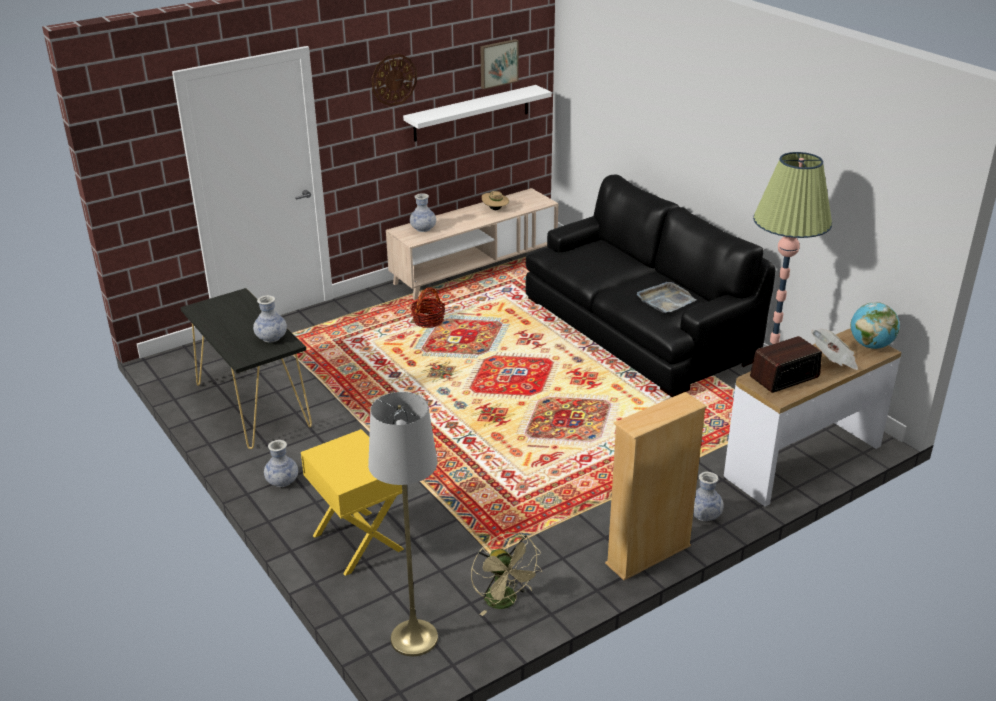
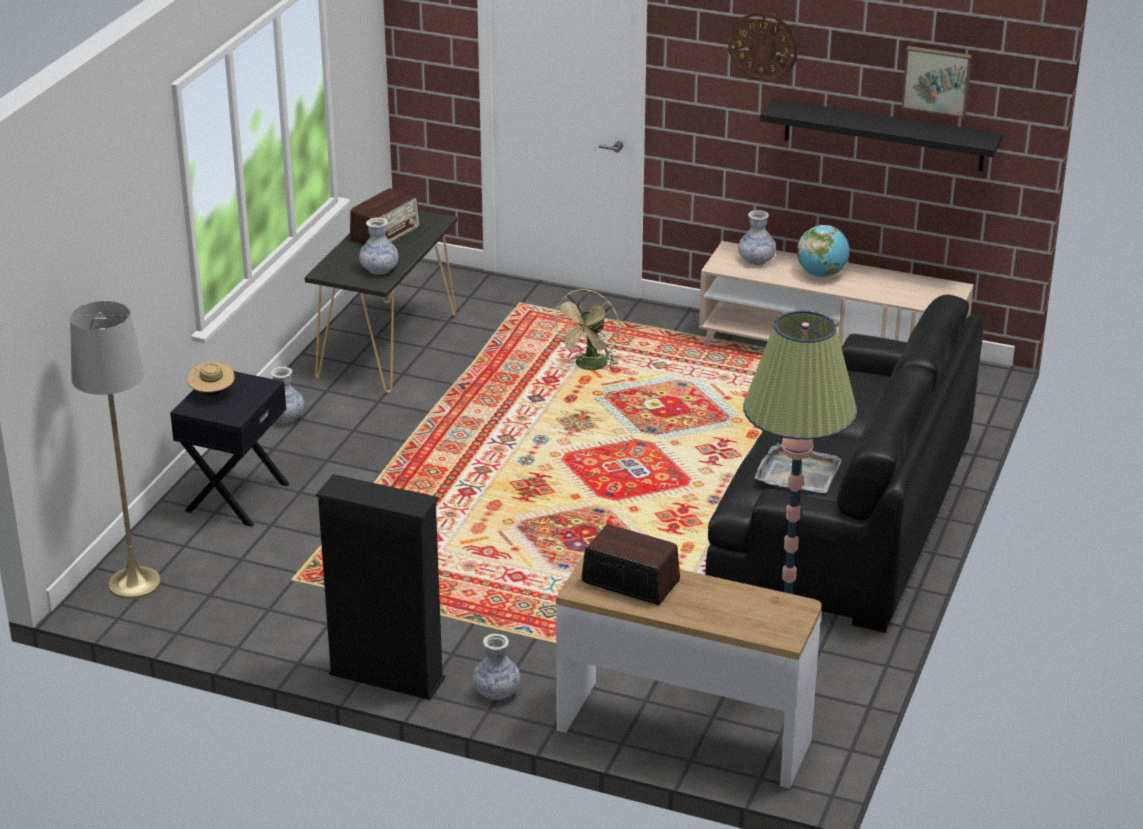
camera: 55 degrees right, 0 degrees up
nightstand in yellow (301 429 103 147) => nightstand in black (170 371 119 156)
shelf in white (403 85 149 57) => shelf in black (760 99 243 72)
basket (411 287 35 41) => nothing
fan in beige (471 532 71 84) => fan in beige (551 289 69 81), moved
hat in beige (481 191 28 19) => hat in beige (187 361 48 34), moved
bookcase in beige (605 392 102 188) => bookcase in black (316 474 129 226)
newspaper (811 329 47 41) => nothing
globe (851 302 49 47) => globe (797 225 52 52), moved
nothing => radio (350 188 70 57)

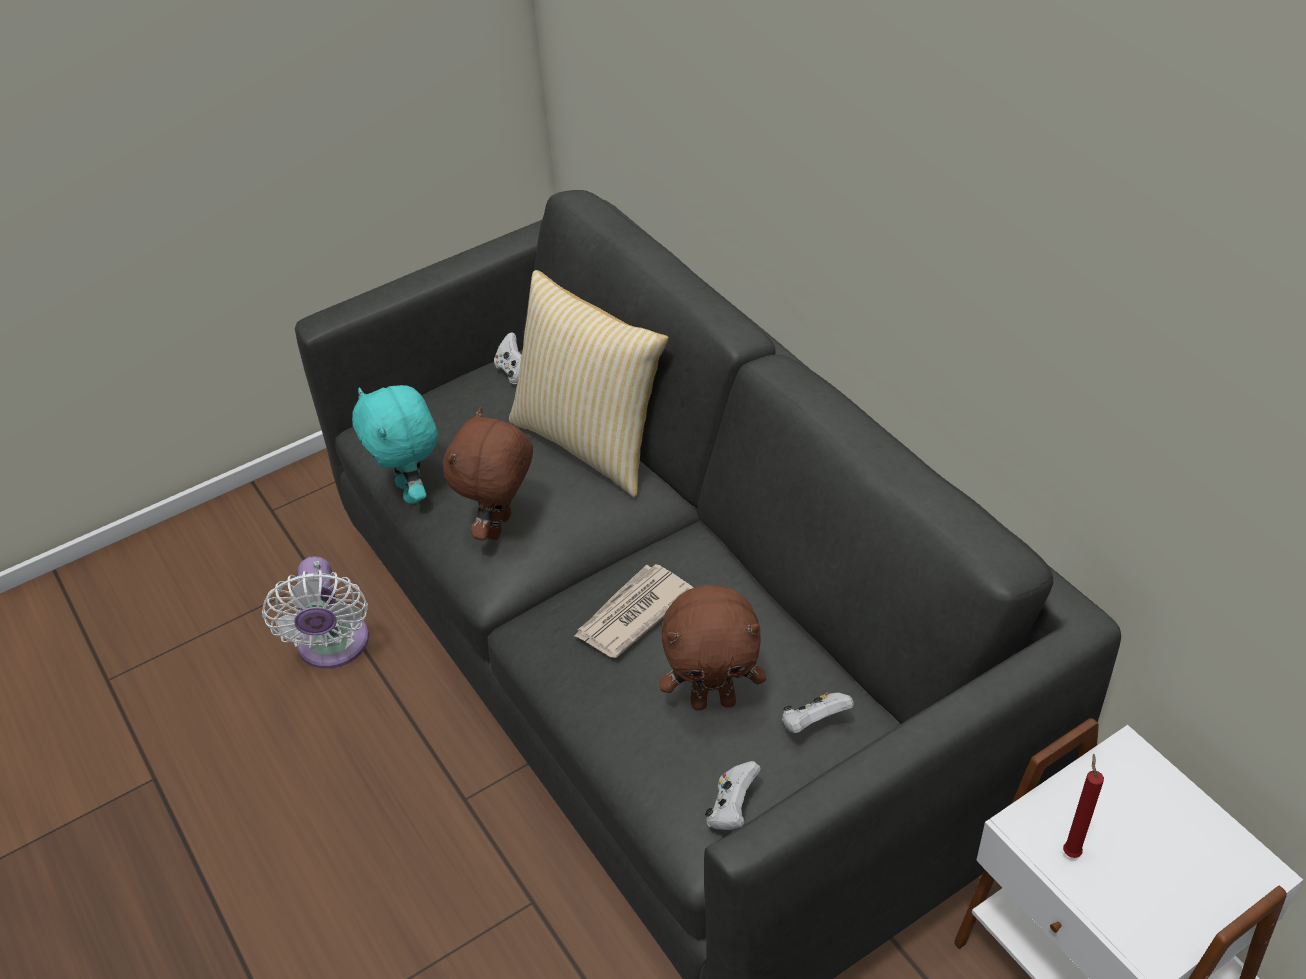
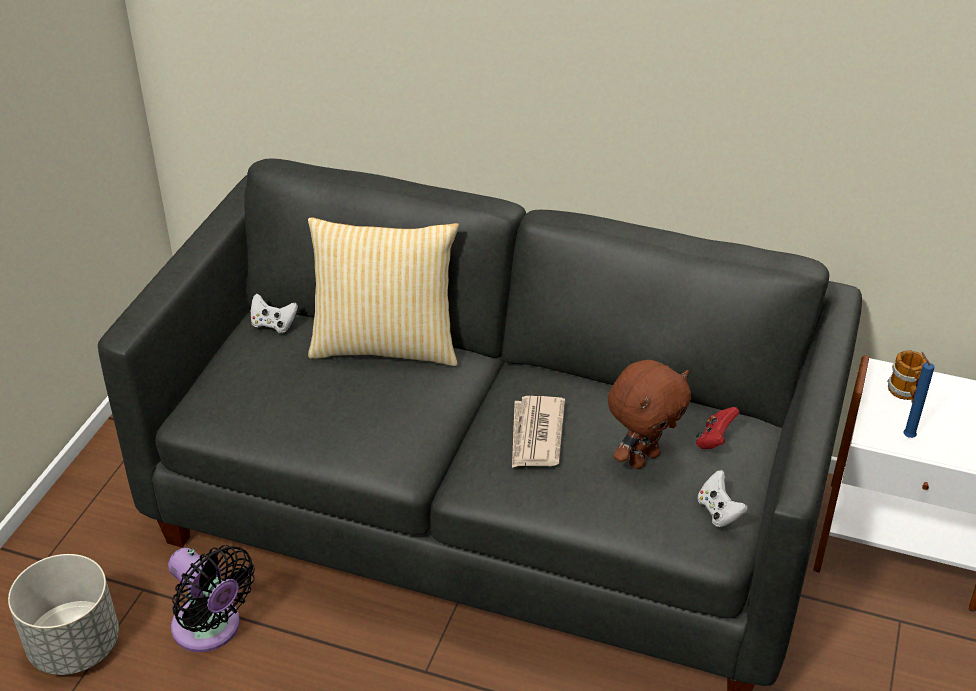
camera: 40 degrees left, 5 degrees down
fan in white (262 556 107 113) => fan in black (168 545 87 107)
plush toy in turquoise (352 385 86 119) => nothing
plush toy in brown (443 407 90 133) => nothing
game controller in white (782 693 72 40) => game controller in red (696 407 44 42)
candle in red (1063 753 41 105) => candle in blue (903 352 31 86)
nothing => planter in grey (8 554 111 121)
nothing => mug (887 350 40 53)

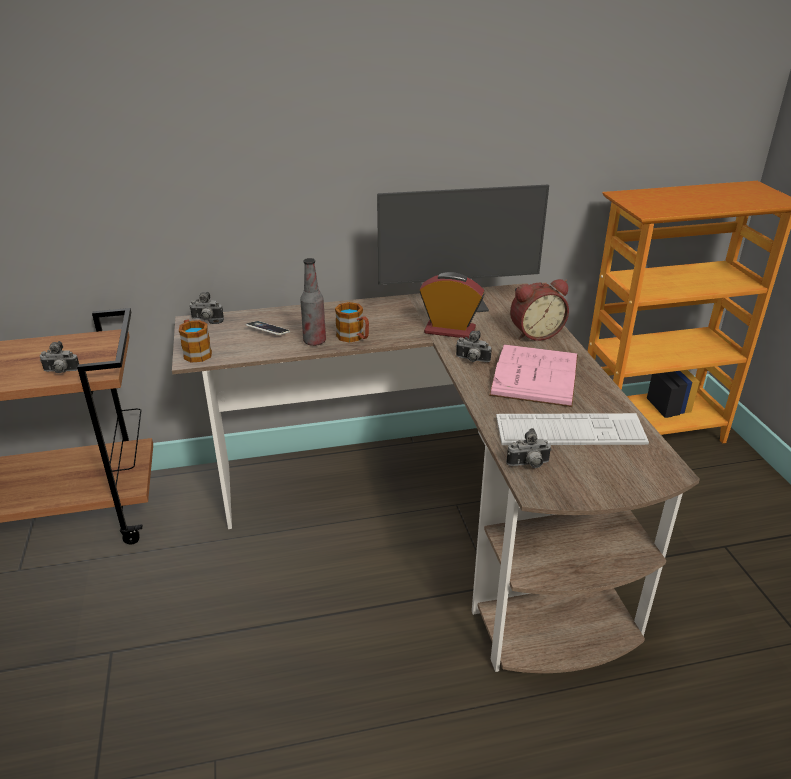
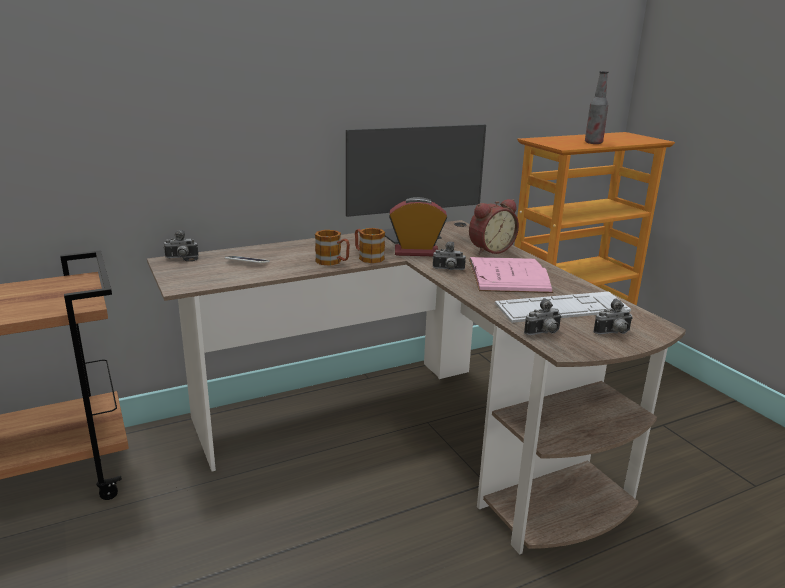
camera: 15 degrees left, 10 degrees down
photo camera (40 341 39 32) => photo camera (593 298 40 37), moved
mug (179 320 33 42) => mug (355 228 30 35), moved
bottle (300 258 26 88) => bottle (585 71 24 73), moved

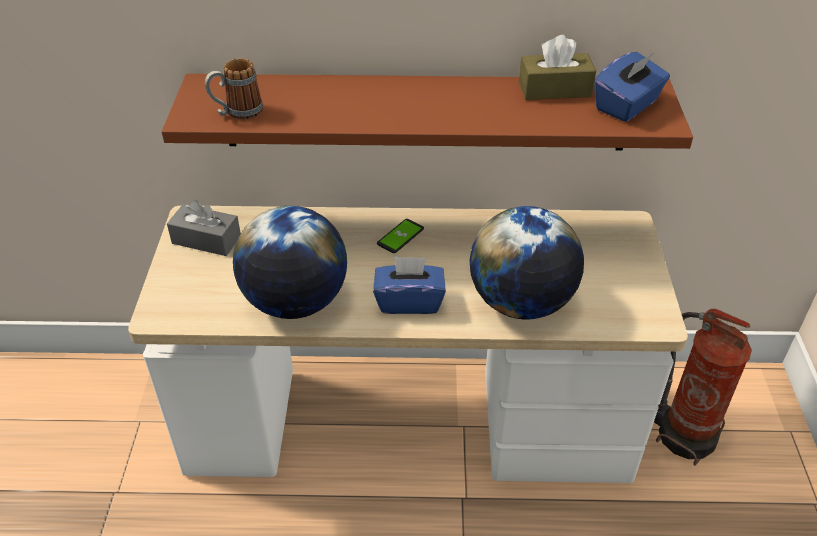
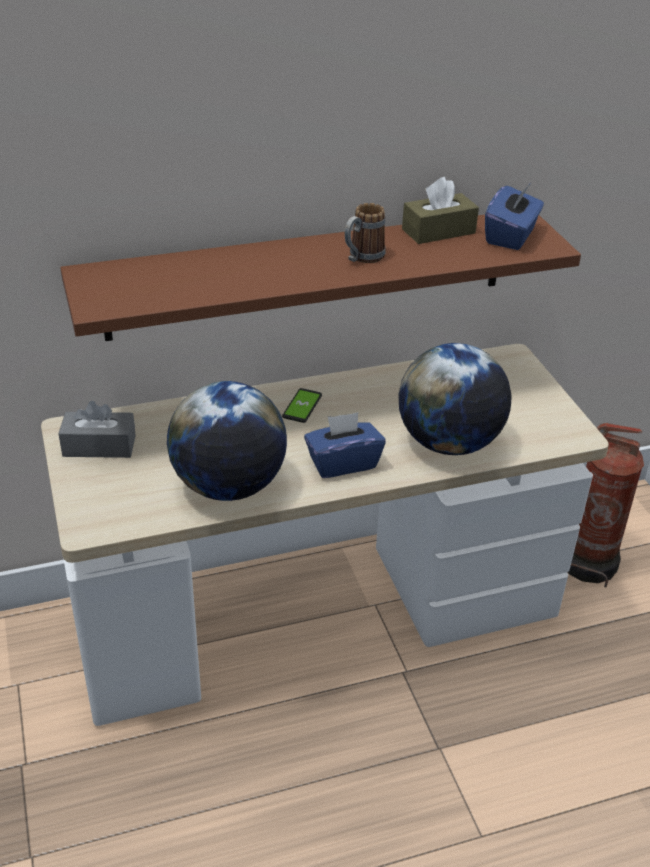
camera: 20 degrees left, 5 degrees down
mug (205 58 58 62) => mug (345 203 40 60), moved

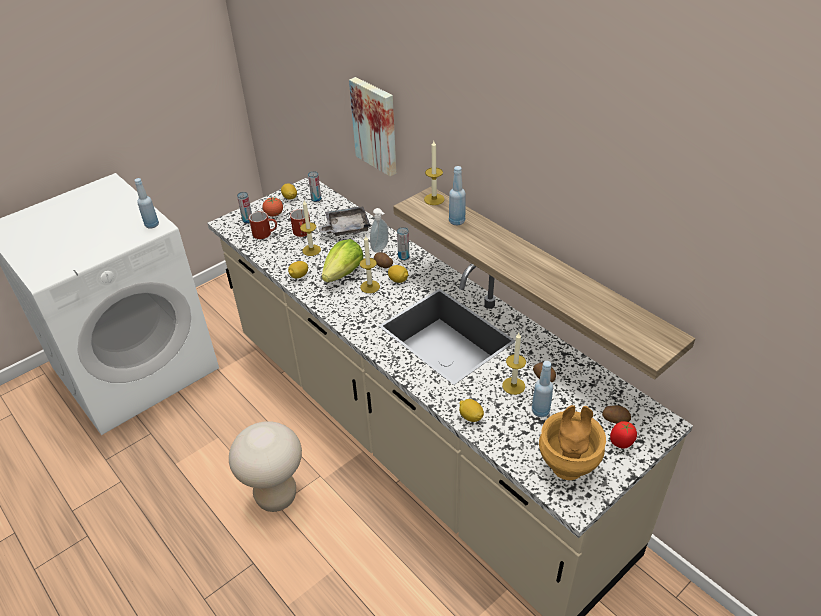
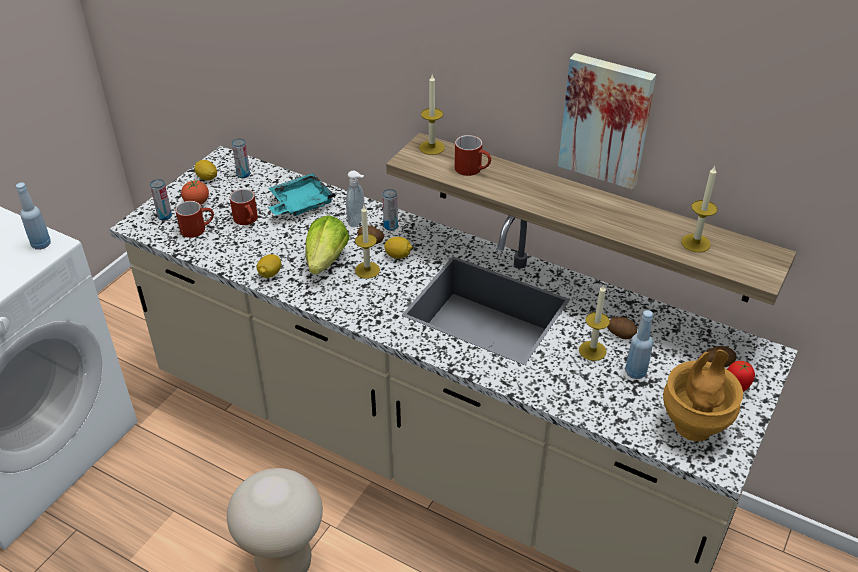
camera: 20 degrees left, 0 degrees up
candle (300 200 21 56) => candle (681 166 37 86), moved
tray in grey (318 206 53 30) => tray in turquoise (268 173 68 43)
picture (349 77 47 99) => picture (558 53 98 137), moved
bottle in blue (449 166 17 59) => mug in red (454 135 37 41)
lemon (459 399 25 23) => nothing

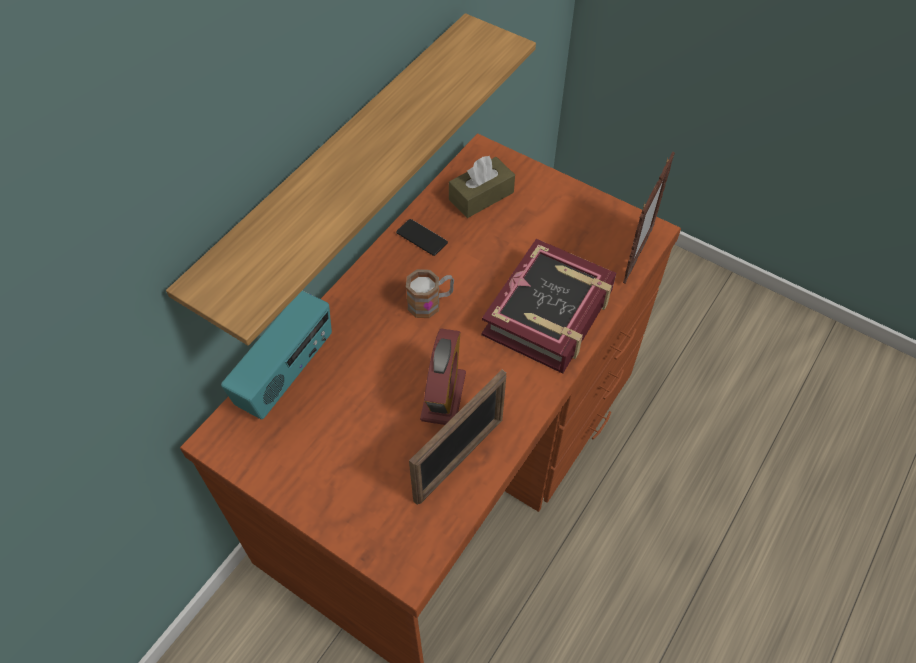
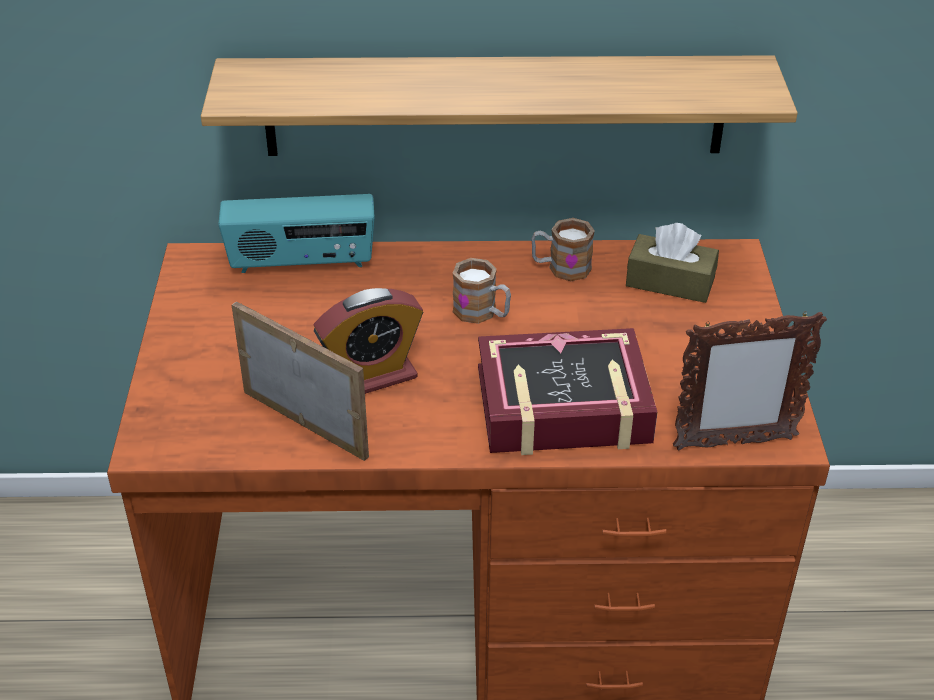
camera: 55 degrees right, 15 degrees down
phone (396 219 52 37) => mug (531 218 64 63)
picture frame (409 370 97 135) => picture frame (232 302 137 159), 150 degrees counterclockwise

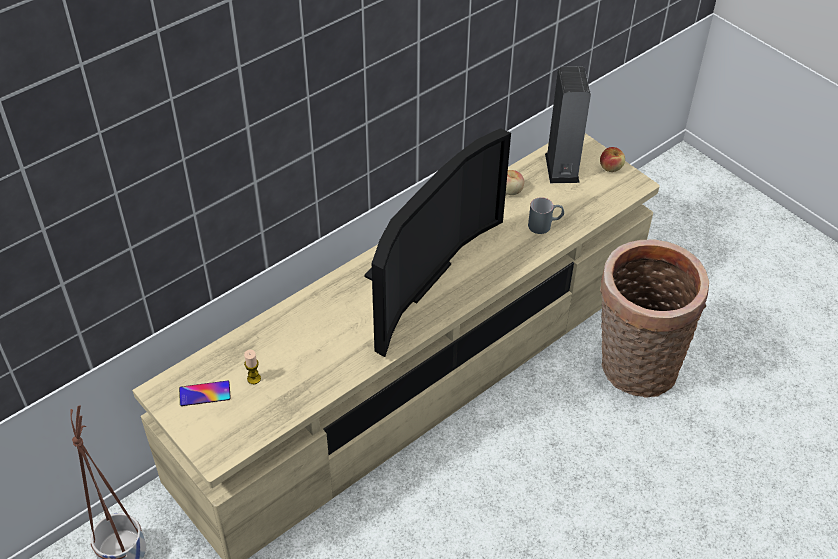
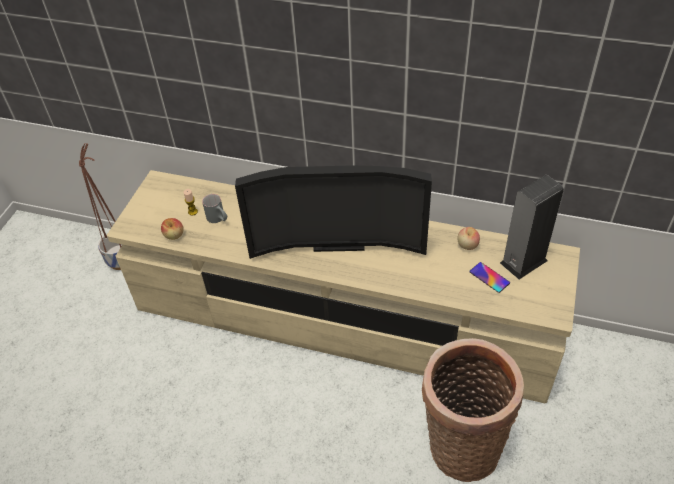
camera: 60 degrees right, 0 degrees up
phone (179 381 52 25) => phone (469 262 41 31), moved
mug in grey (528 197 36 37) => mug in grey (202 194 25 29), moved
apple (600 147 25 25) => apple (161 218 23 22), moved

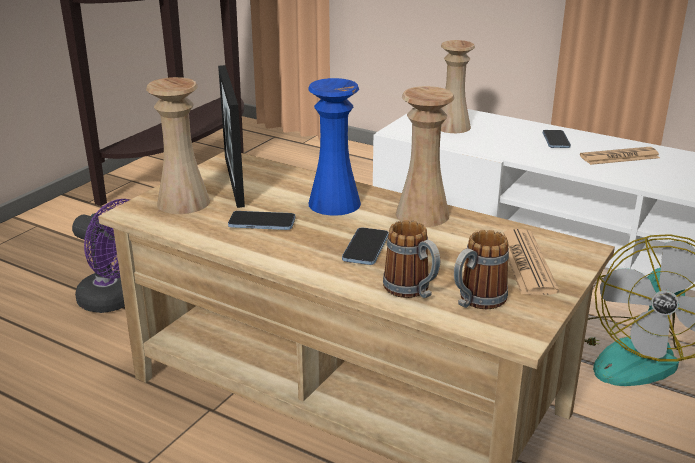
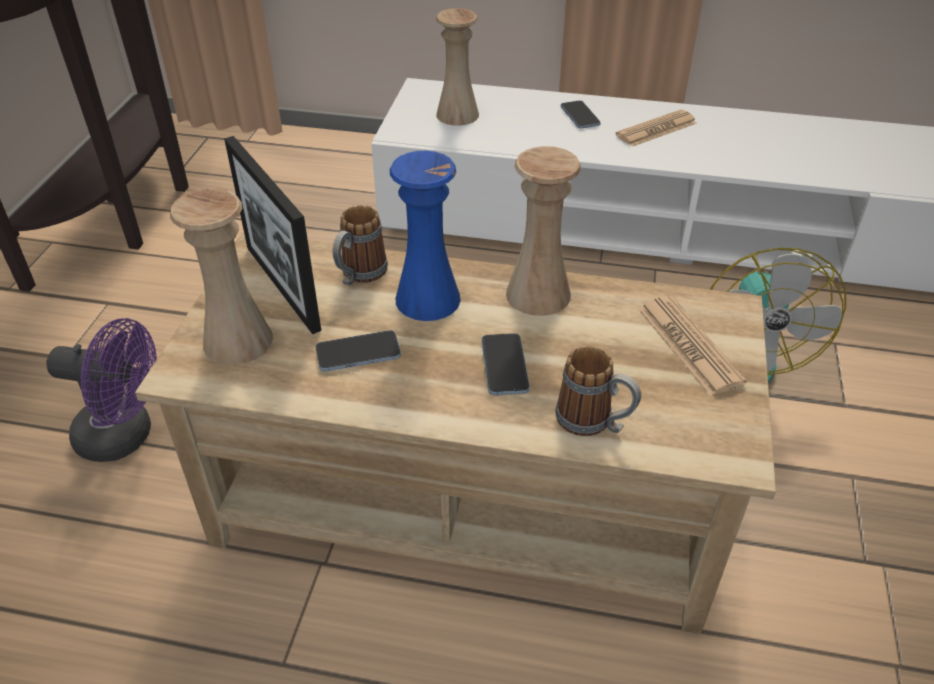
camera: 20 degrees left, 15 degrees up
mug (454 230 55 79) => mug (332 205 56 81), moved

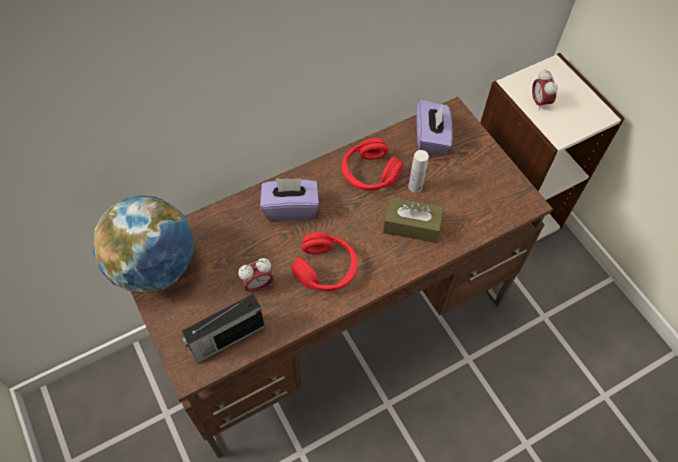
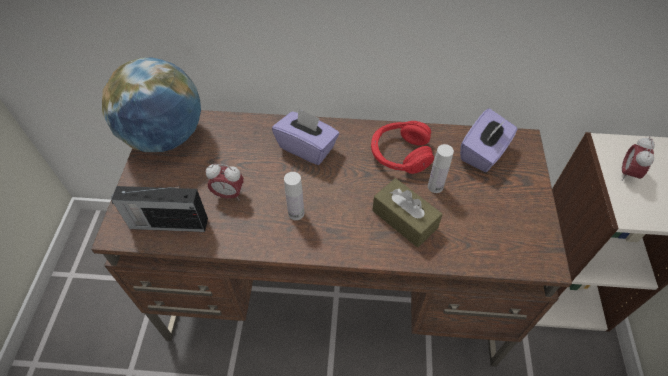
camera: 35 degrees right, 5 degrees down
headphones in red (291 232 67 59) => bottle in white (284 172 20 48)

